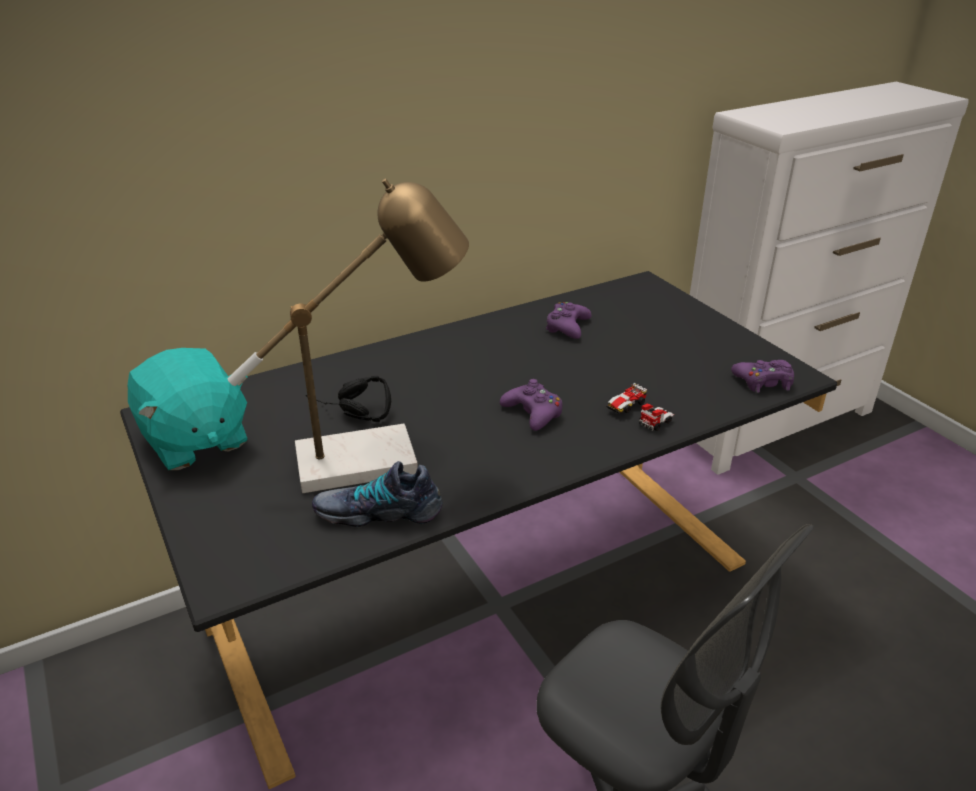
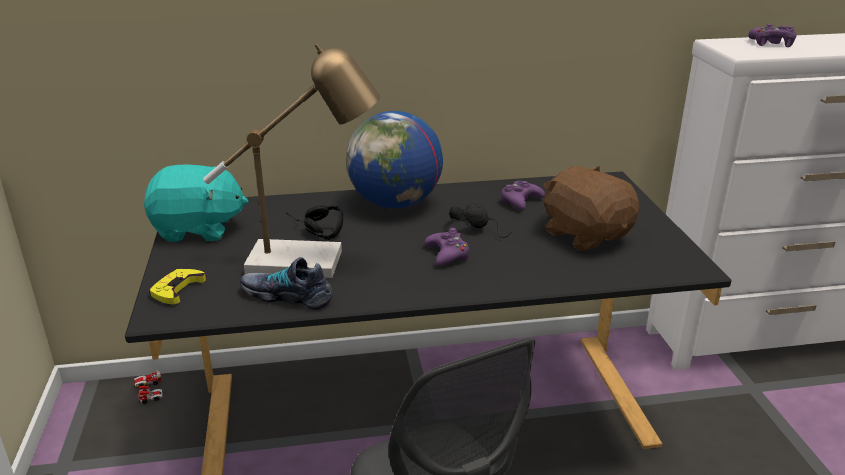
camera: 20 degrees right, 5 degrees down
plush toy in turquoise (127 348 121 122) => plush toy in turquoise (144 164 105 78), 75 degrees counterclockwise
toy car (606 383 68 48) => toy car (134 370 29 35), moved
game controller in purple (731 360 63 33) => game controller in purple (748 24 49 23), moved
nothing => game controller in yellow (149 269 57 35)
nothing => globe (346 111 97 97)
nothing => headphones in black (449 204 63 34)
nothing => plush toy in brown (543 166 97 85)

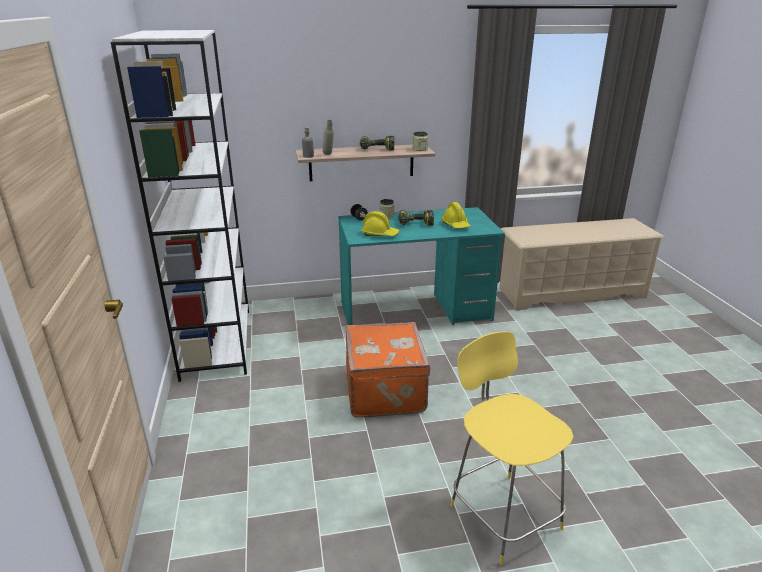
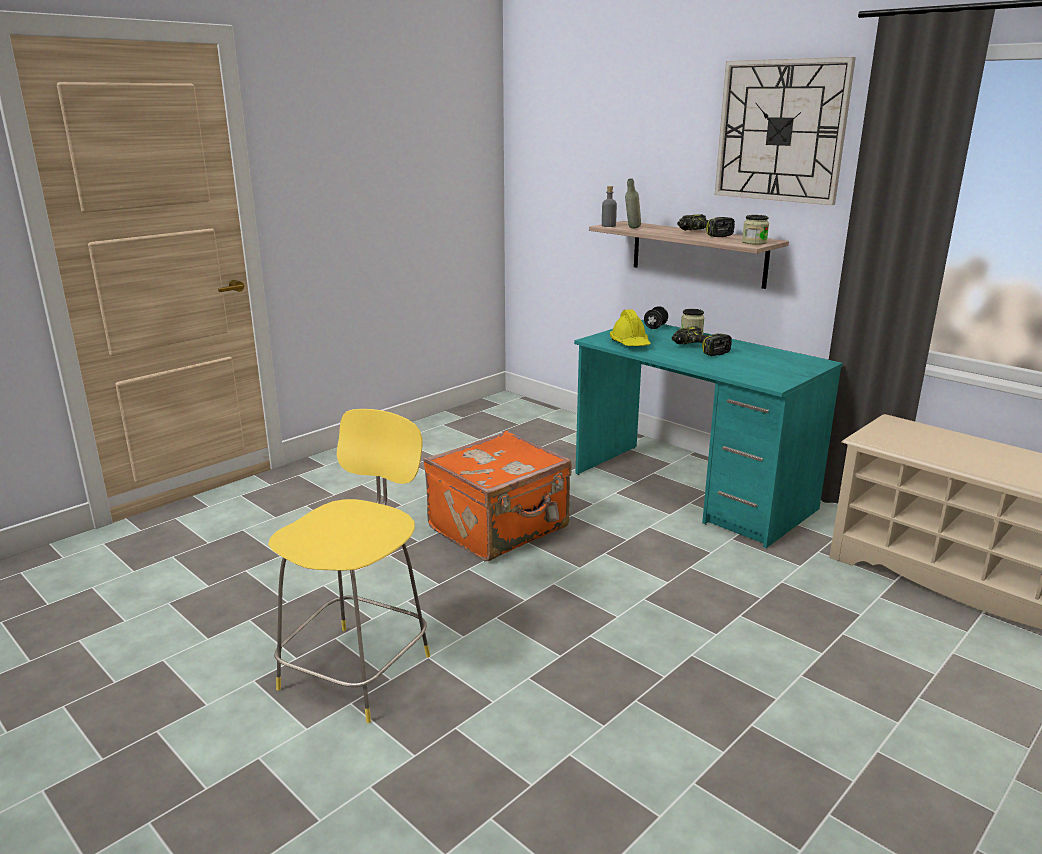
camera: 55 degrees right, 5 degrees down
bookcase in white (111 30 138 352) => nothing
hard hat in yellow (441 202 29 26) => nothing
nothing => wall clock (715 57 141 148)

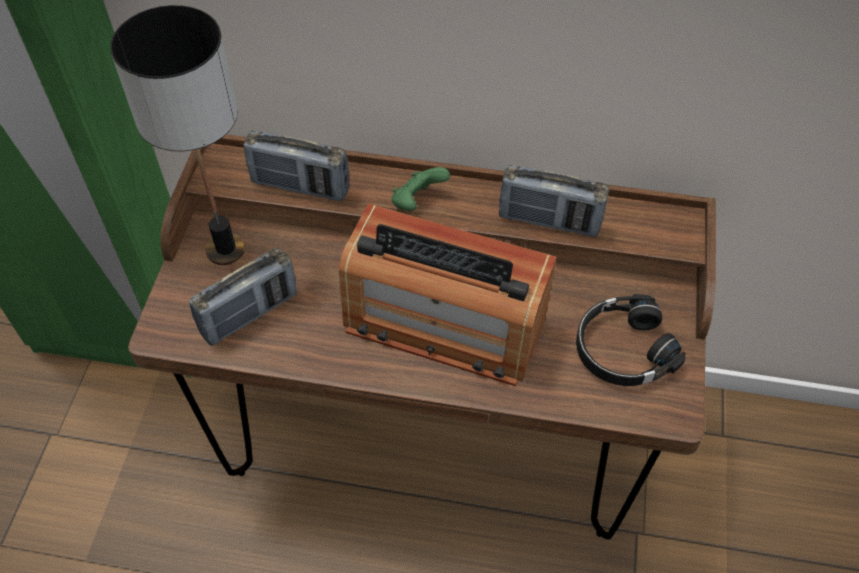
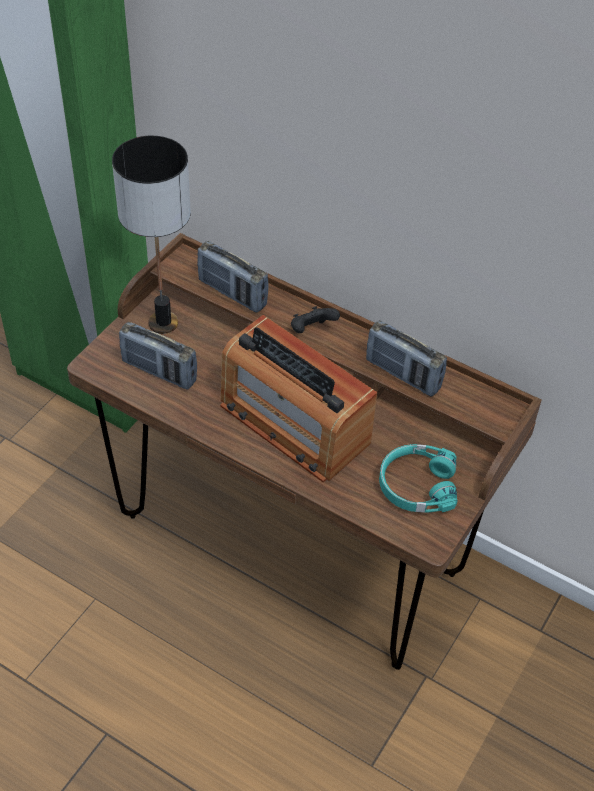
camera: 20 degrees right, 5 degrees down
radio (189 247 108 99) => radio (119 322 78 68), 45 degrees clockwise
game controller in green (391 167 59 44) => game controller in black (291 306 49 27)
headphones in black (576 294 110 92) => headphones in turquoise (379 444 79 69)

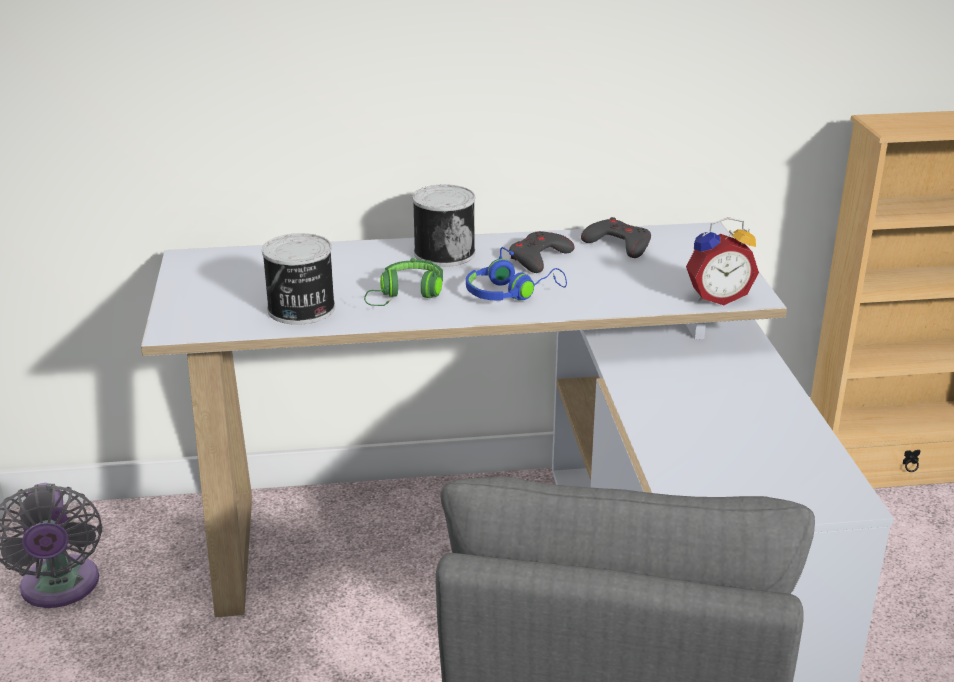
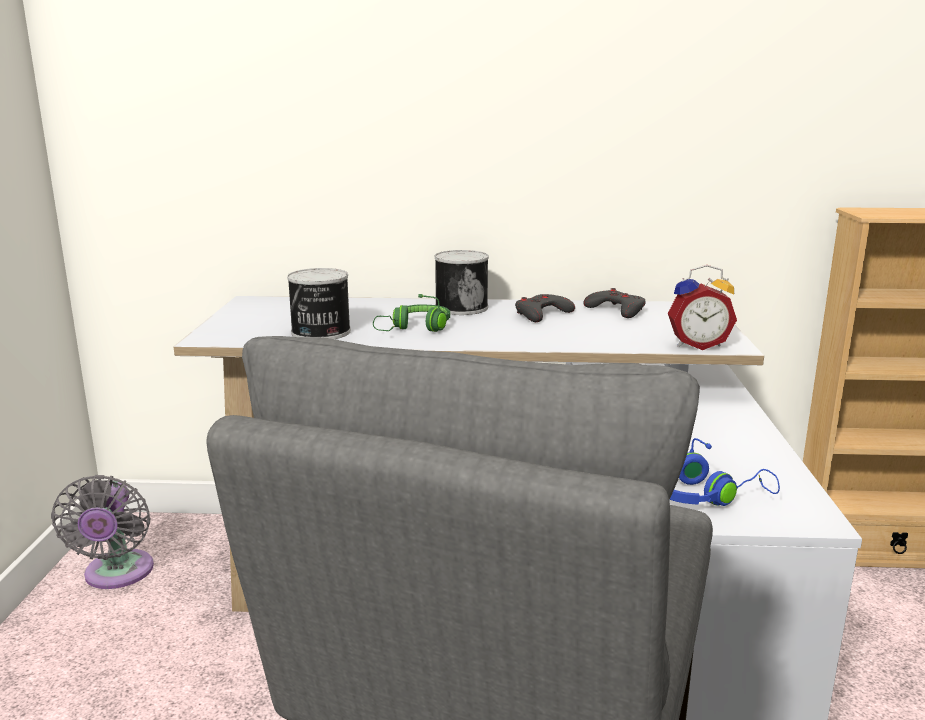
camera: 10 degrees right, 10 degrees down
headphones in blue (466 247 101 53) => headphones in blue (670 438 110 68), moved

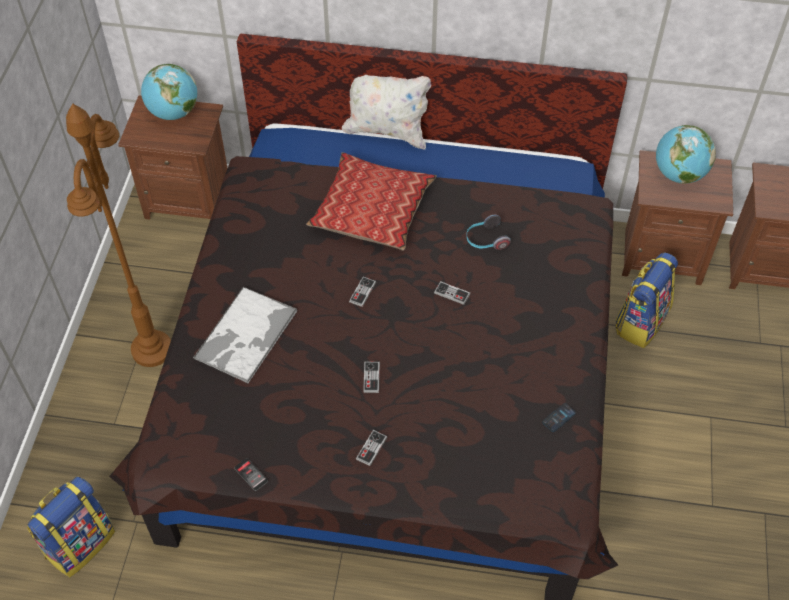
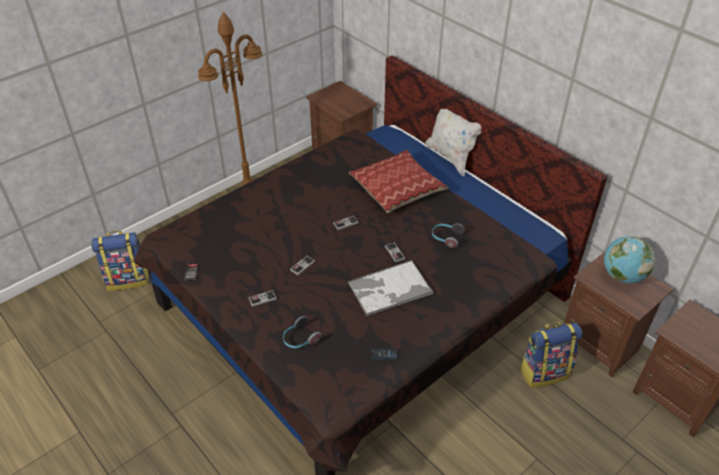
camera: 40 degrees right, 10 degrees down
globe (141 64 56 56) => nothing
tray (193 286 104 98) => tray (348 260 85 56), moved
nothing => headphones (283 316 39 32)

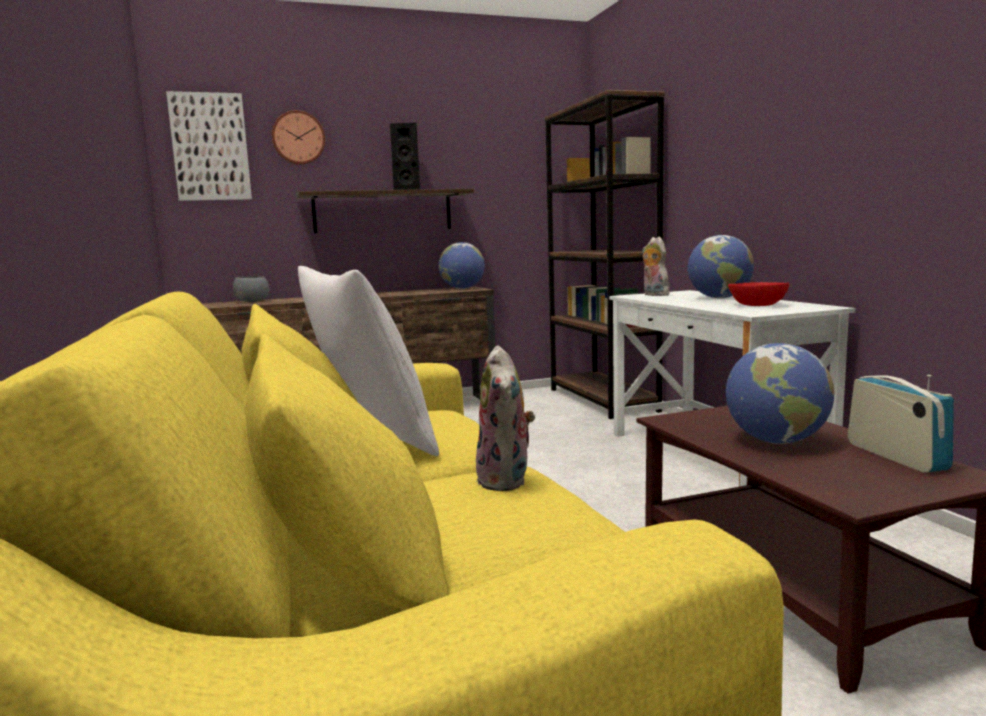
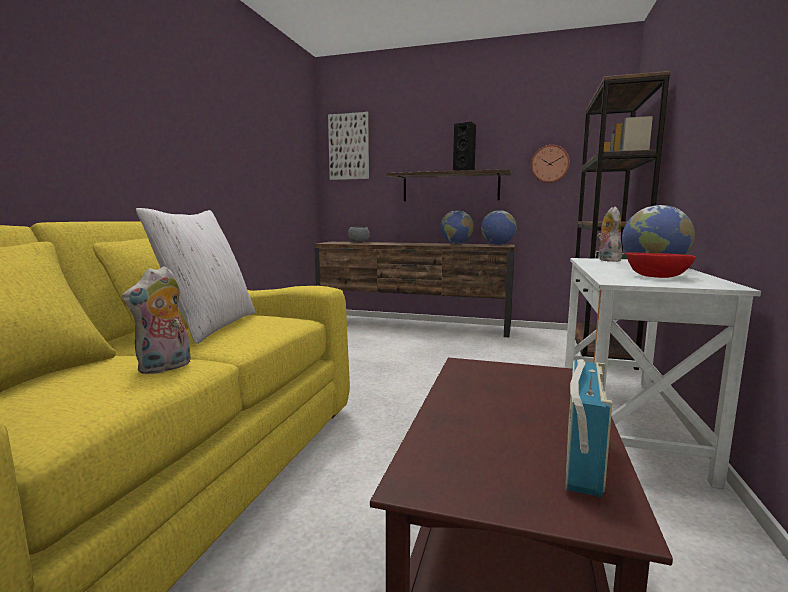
camera: 35 degrees right, 0 degrees up
wall clock (272 110 53 55) => wall clock (531 145 39 38), moved
globe (726 343 109 101) => globe (440 211 34 33), moved

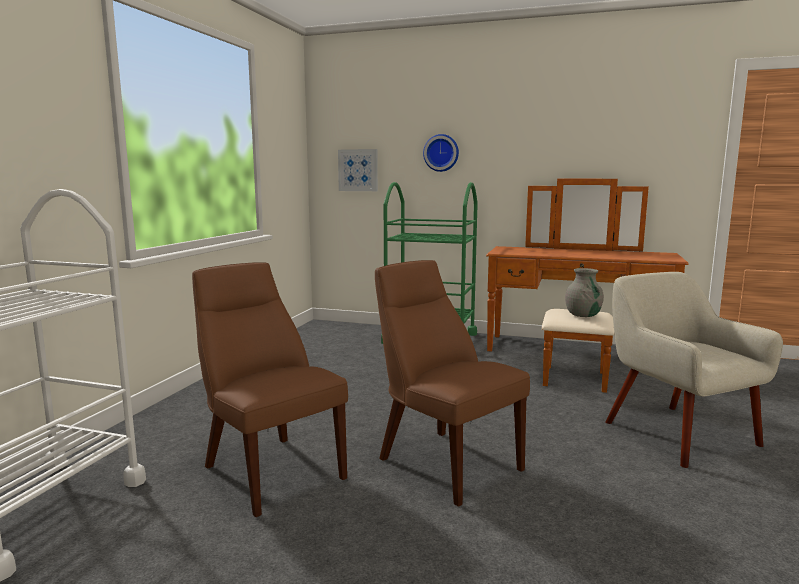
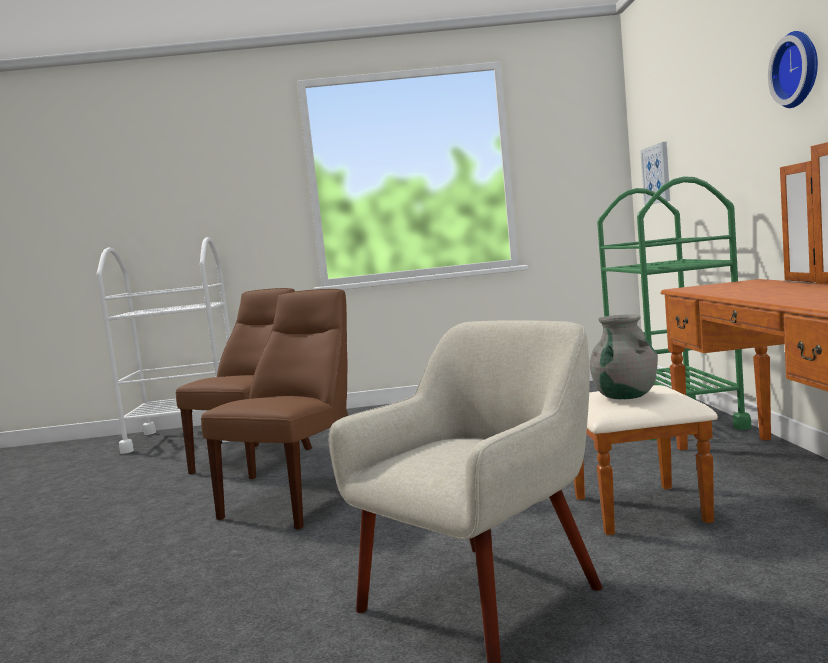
camera: 70 degrees right, 5 degrees down
wall clock (423 134 36 38) => wall clock (768 31 50 77), moved

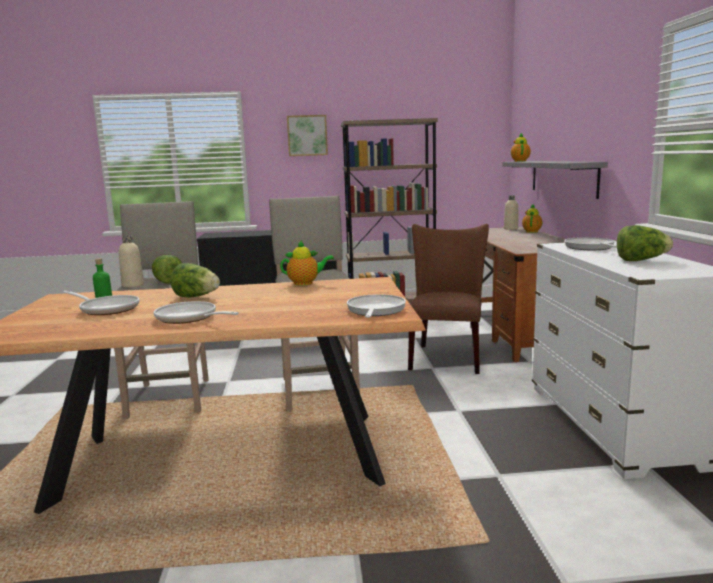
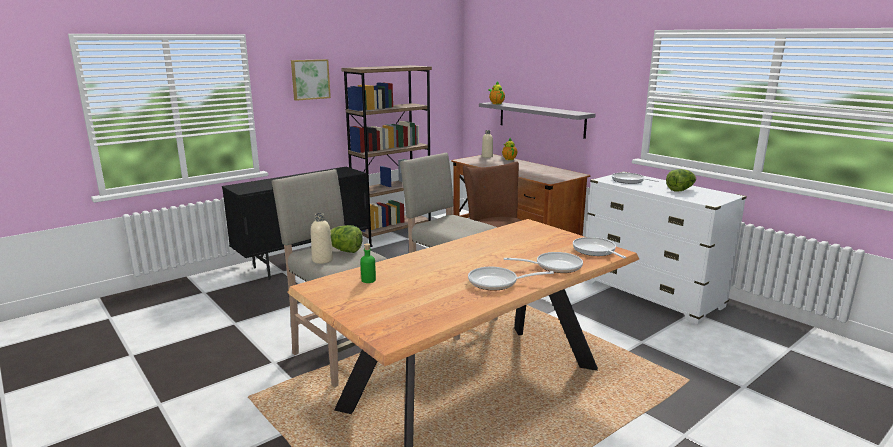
camera: 35 degrees left, 5 degrees up
frying pan (63 291 76 24) => frying pan (504 252 79 21), moved
lettuce (170 263 50 35) => nothing
teapot (280 240 54 45) => nothing

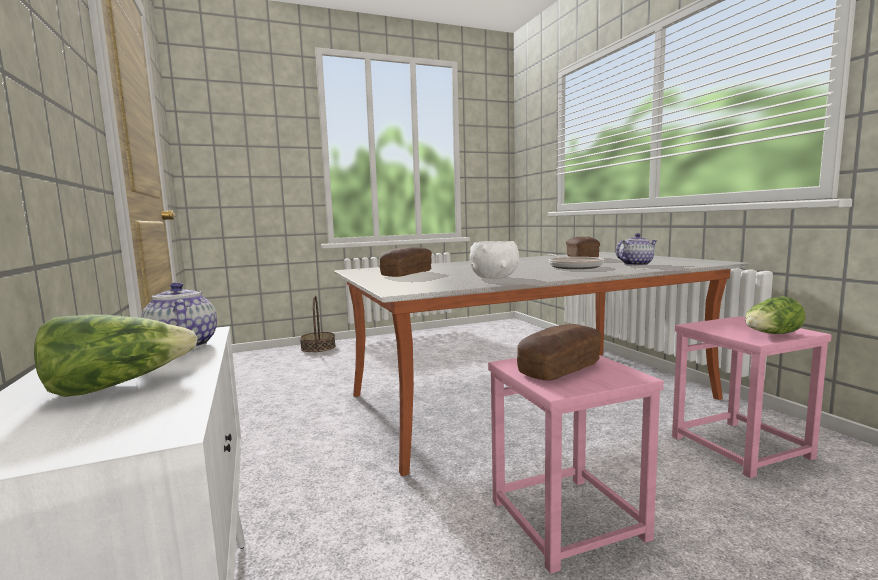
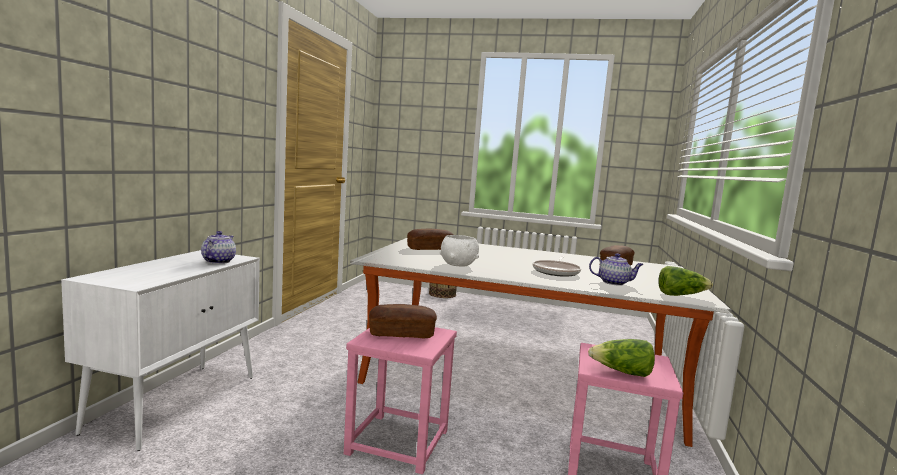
camera: 35 degrees right, 0 degrees up
lettuce (34 315 164 82) => lettuce (659 266 54 30), moved

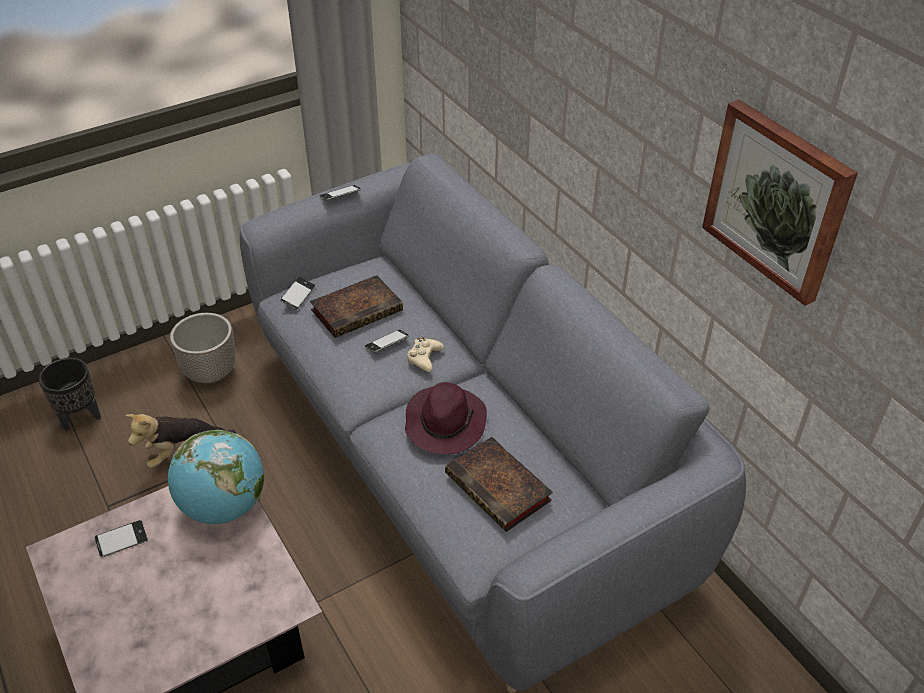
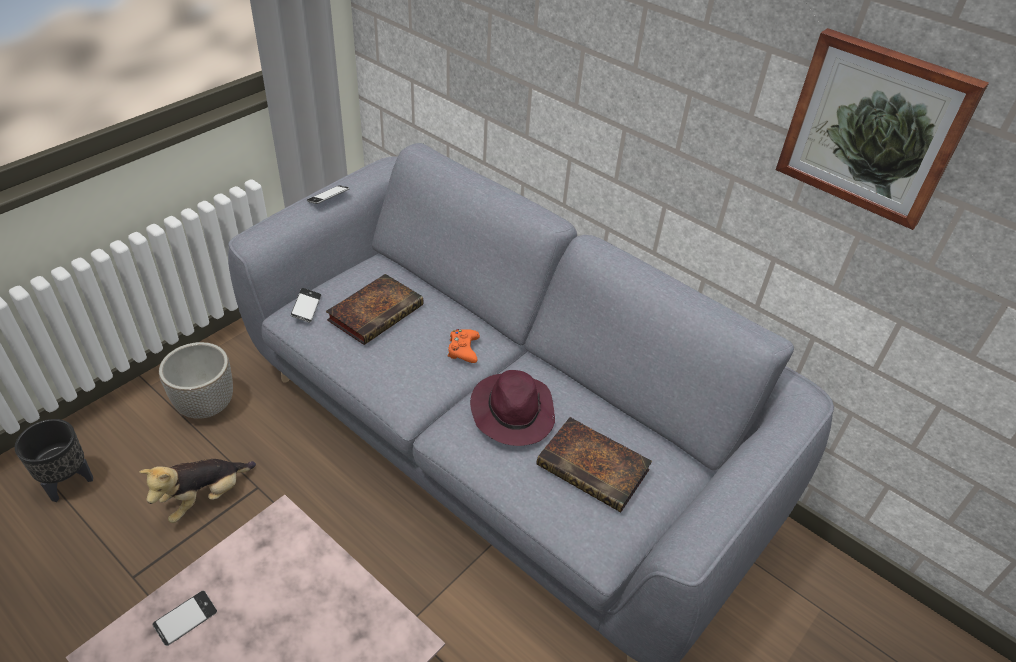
camera: 20 degrees left, 0 degrees up
globe (168 430 96 94) => nothing
phone (365 330 44 23) => nothing
game controller in beige (407 337 37 35) => game controller in orange (448 329 32 34)

